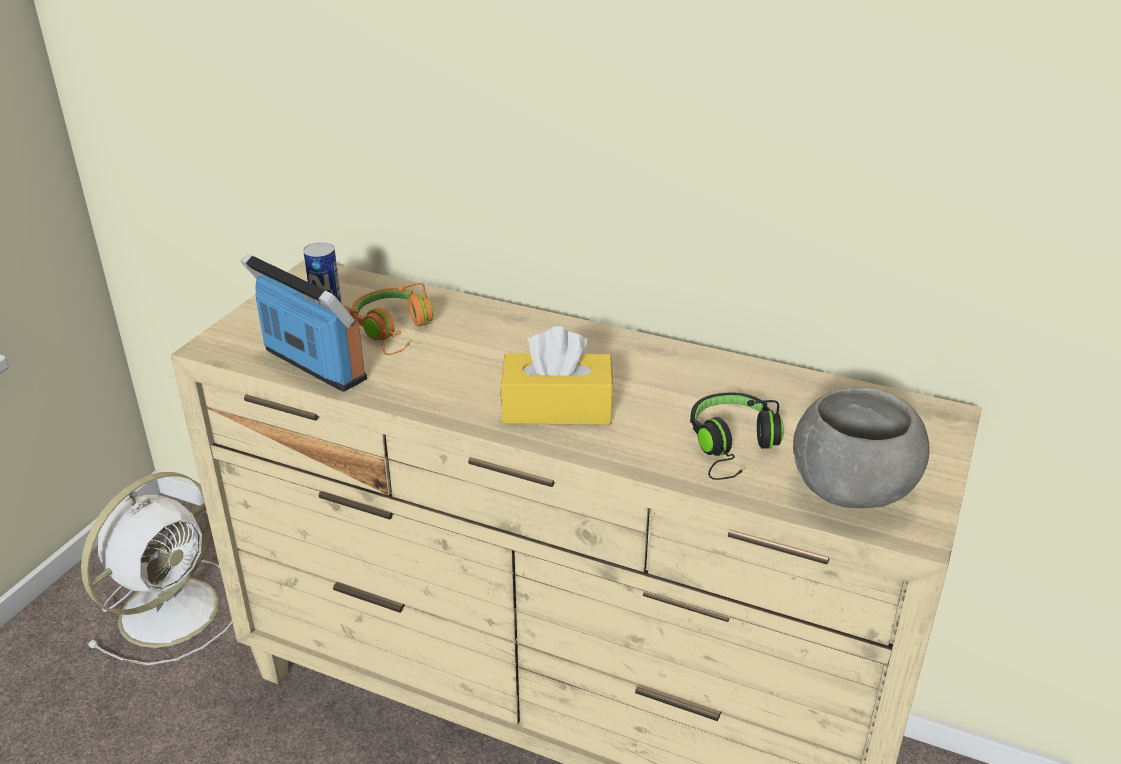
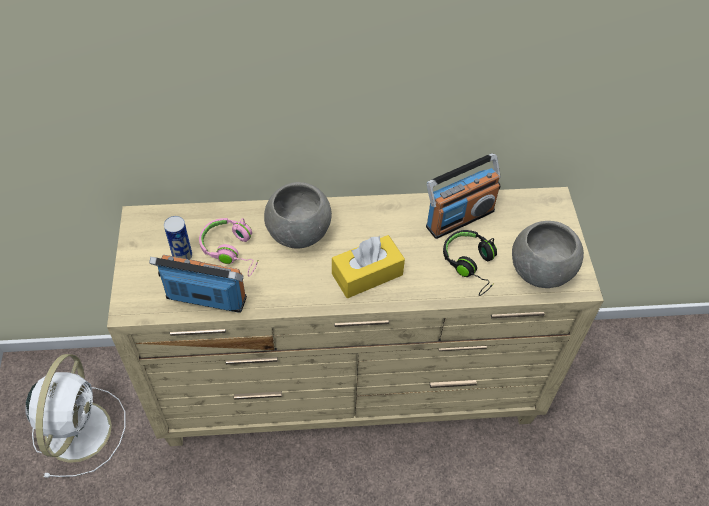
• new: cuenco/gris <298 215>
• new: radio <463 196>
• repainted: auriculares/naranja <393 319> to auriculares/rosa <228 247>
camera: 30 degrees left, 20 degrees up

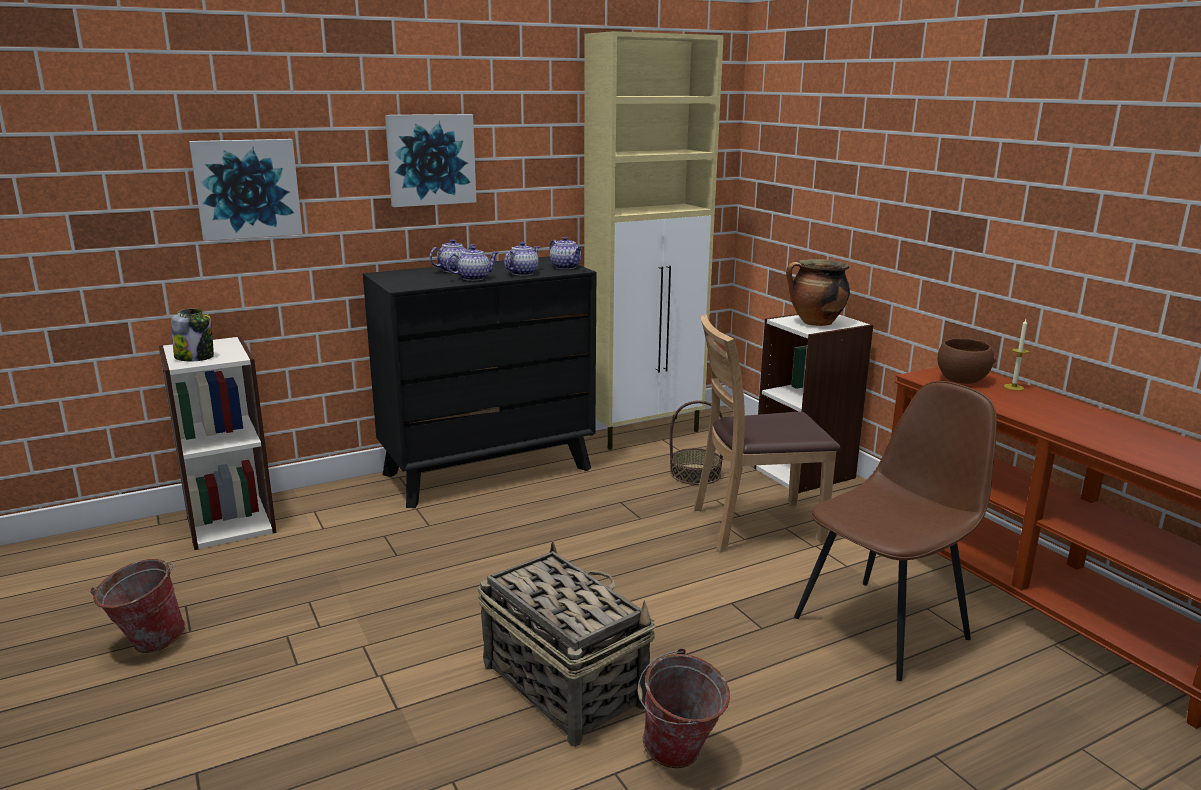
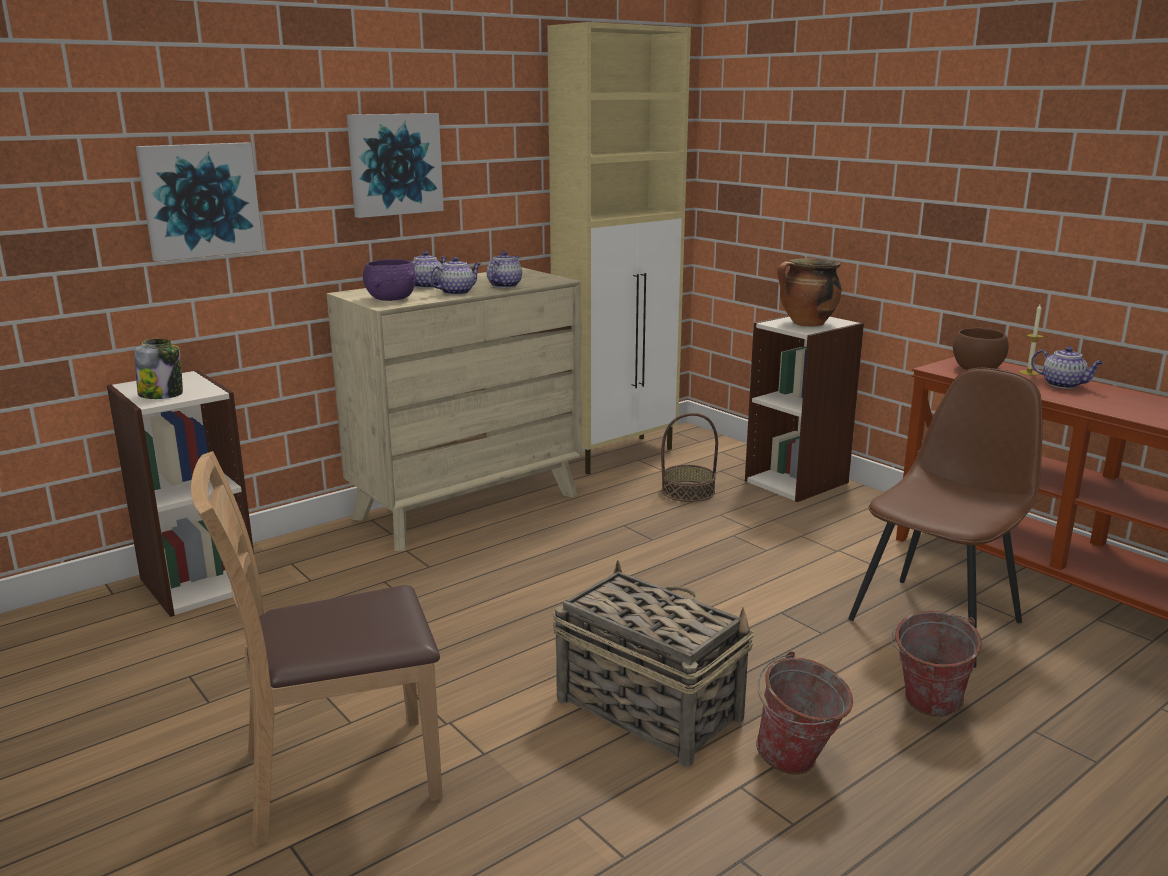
• new: cuenco/morado <389 280>
• shifted: cubo <137 606> to <936 663>
• shifted: tetera <565 253> to <1067 368>
• shifted: silla/marrón <767 433> to <317 649>
• repainted: cómoda/negro <479 382> to cómoda/beis <454 409>
camera: 10 degrees left, 0 degrees up

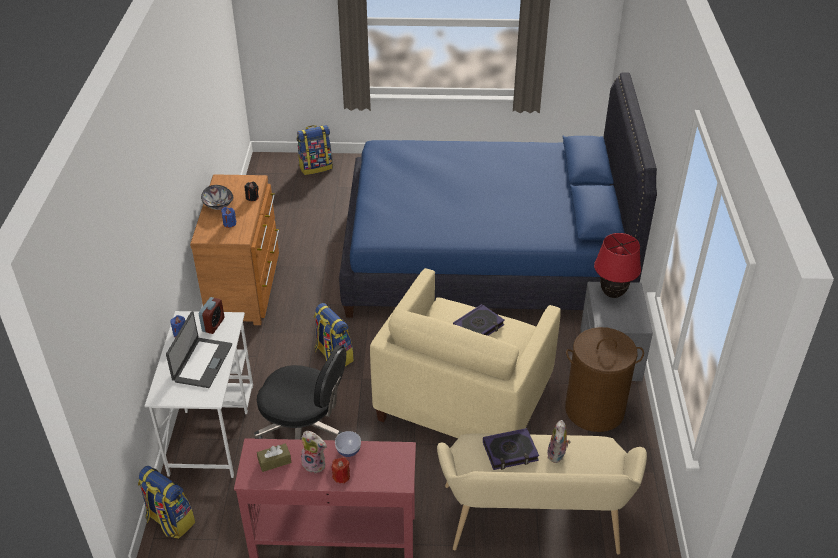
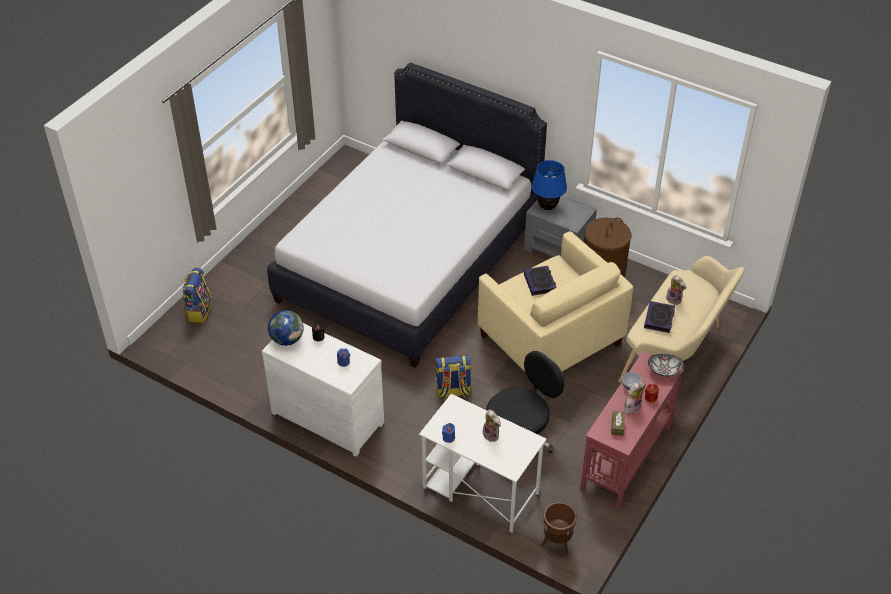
• gone: despertador <212 315>
• new: globo terráqueo <286 328>
• shifted: cuenco <217 197> to <666 365>
• swapped: mochila <166 502> to maceta/marrón <559 528>
• swapped: portátil <199 349> to peluche <492 426>
• repainted: cómoda/marrón <234 249> to cómoda/blanco <323 390>
• repainted: cama/azul <498 195> to cama/blanco <407 215>
• repainted: lámpara de mesa/rojo <617 265> to lámpara de mesa/azul <549 185>
camera: 60 degrees left, 5 degrees up

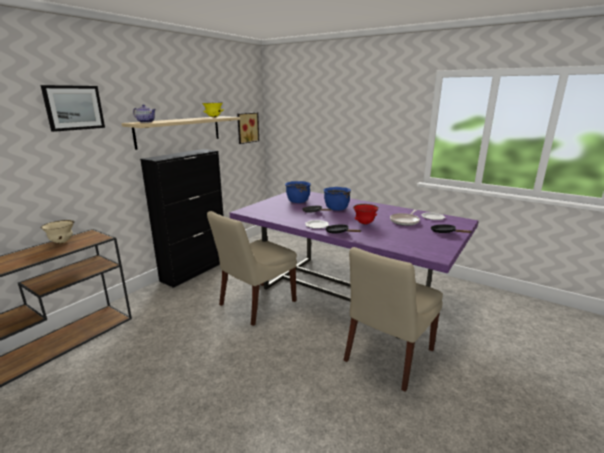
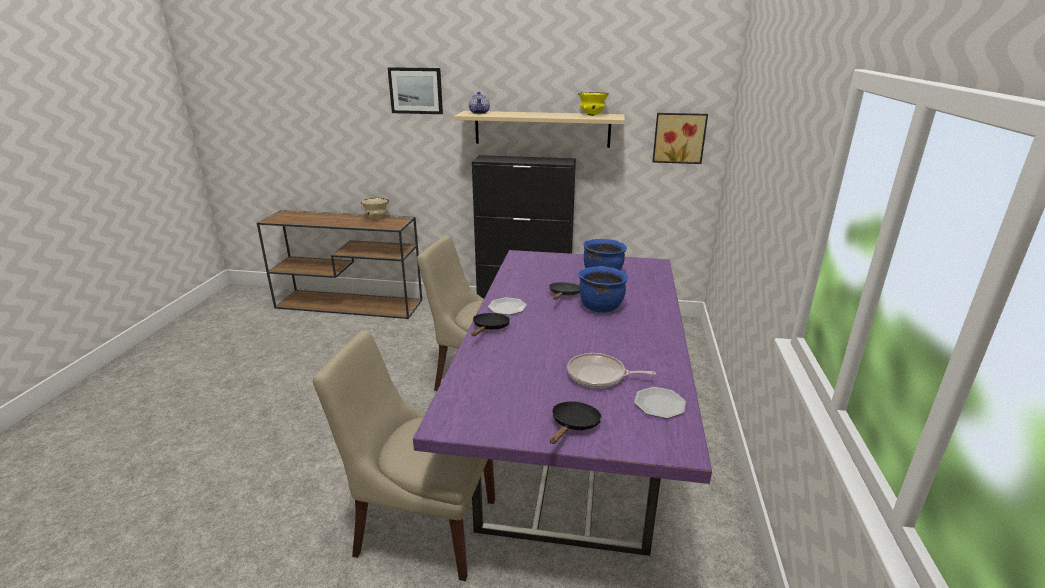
• gone: cuenco/rojo <366 214>
camera: 65 degrees right, 5 degrees up

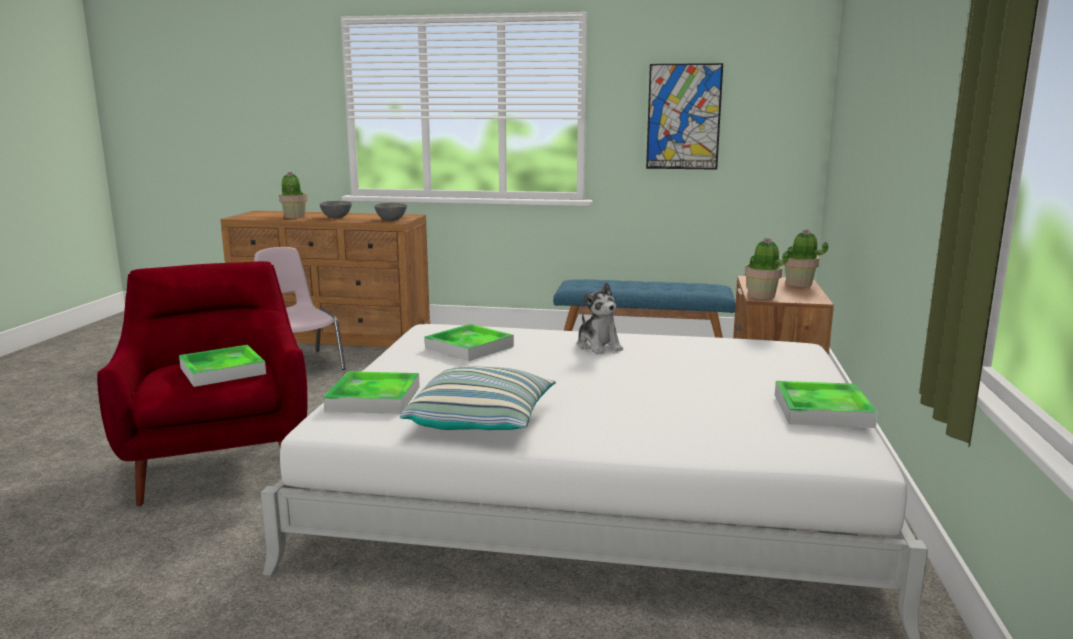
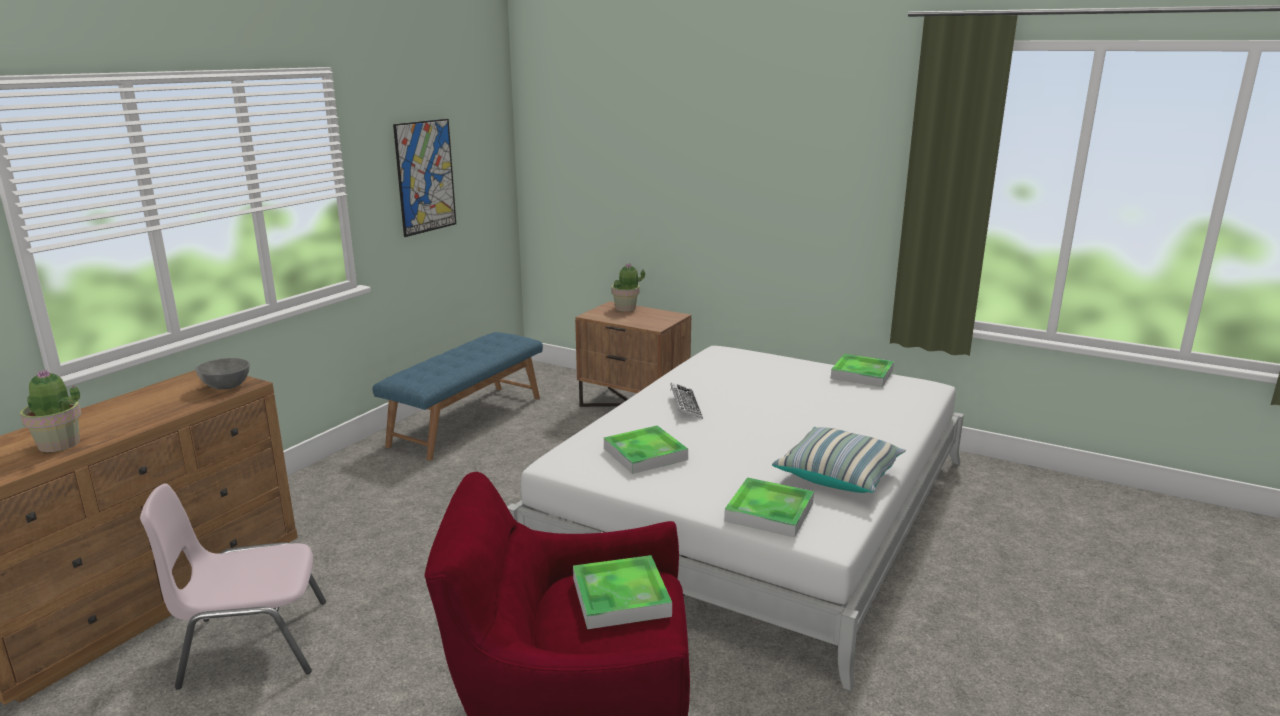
• gone: cuenco/gris <336 209>
• gone: planta en maceta <767 268>
• swapped: peluche <600 318> to teclado <686 401>
camera: 70 degrees left, 5 degrees up

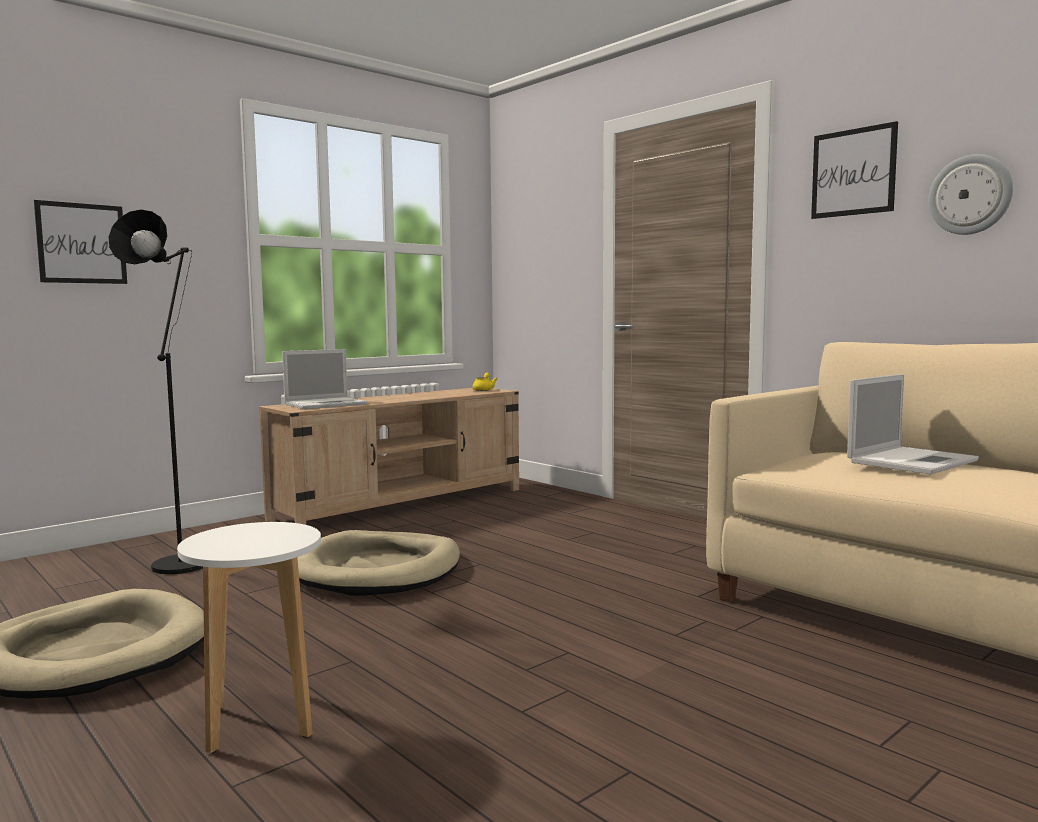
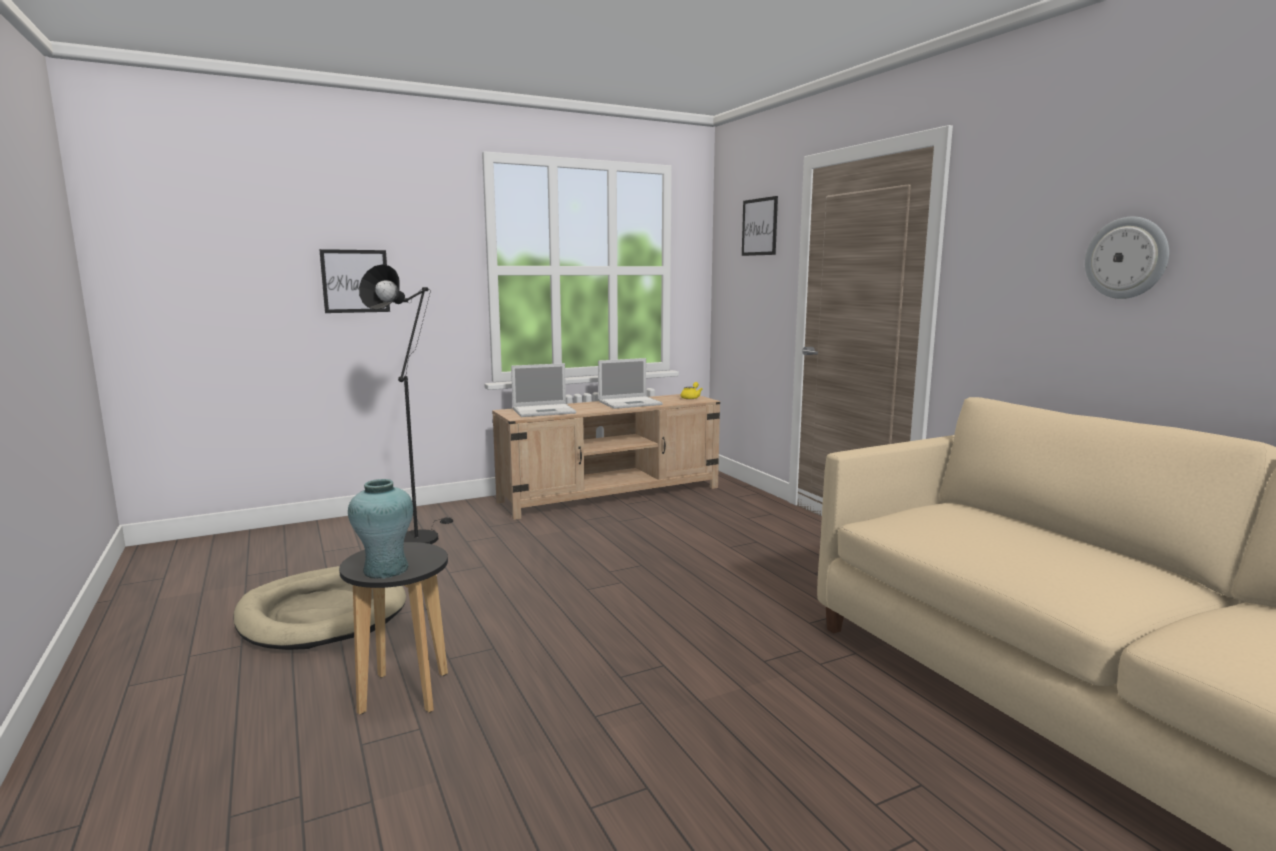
• gone: cama para perro/beis <378 563>
• new: florero/turquesa <380 529>
• shifted: cuadro <854 170> to <760 226>
• shifted: portátil <913 424> to <630 383>
• repainted: taburete/blanco <249 638> to taburete/negro <393 628>
camera: 15 degrees right, 5 degrees up

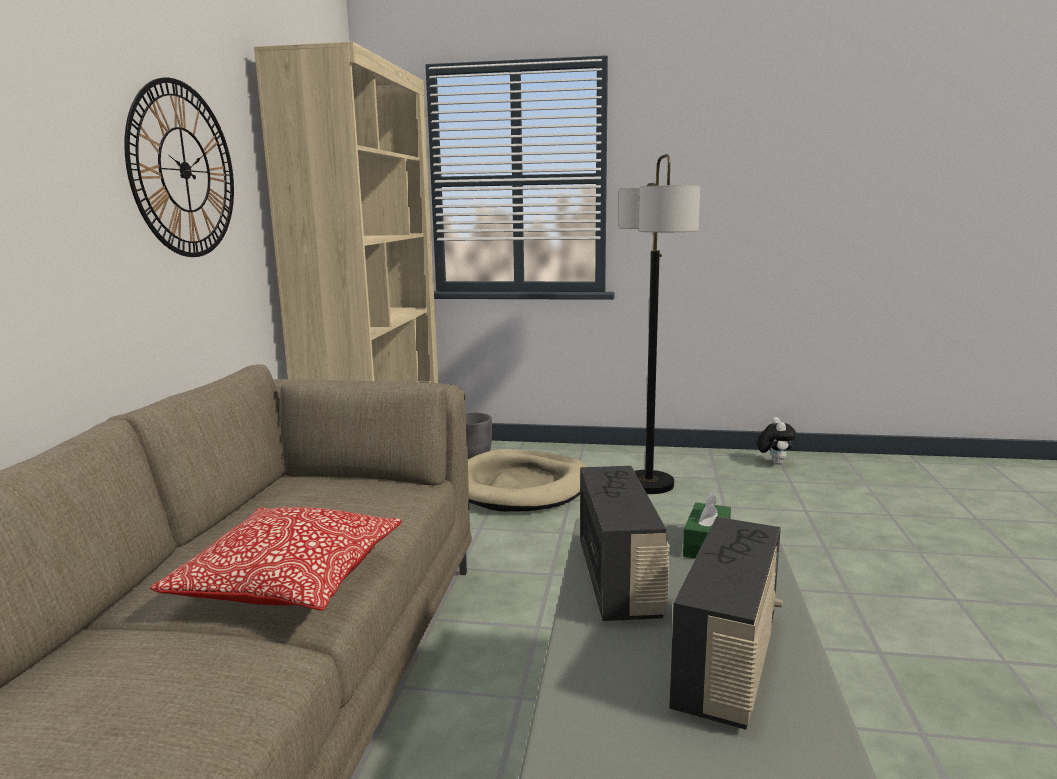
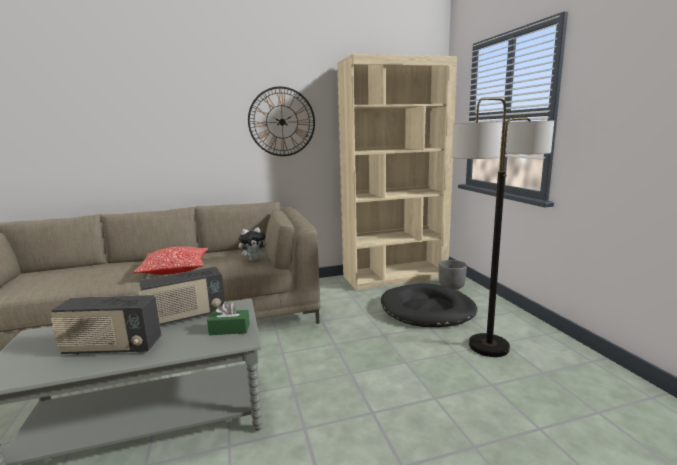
• shifted: peluche <776 441> to <252 244>
• repainted: cama para perro/beis <527 480> to cama para perro/negro <429 305>
camera: 65 degrees right, 0 degrees up

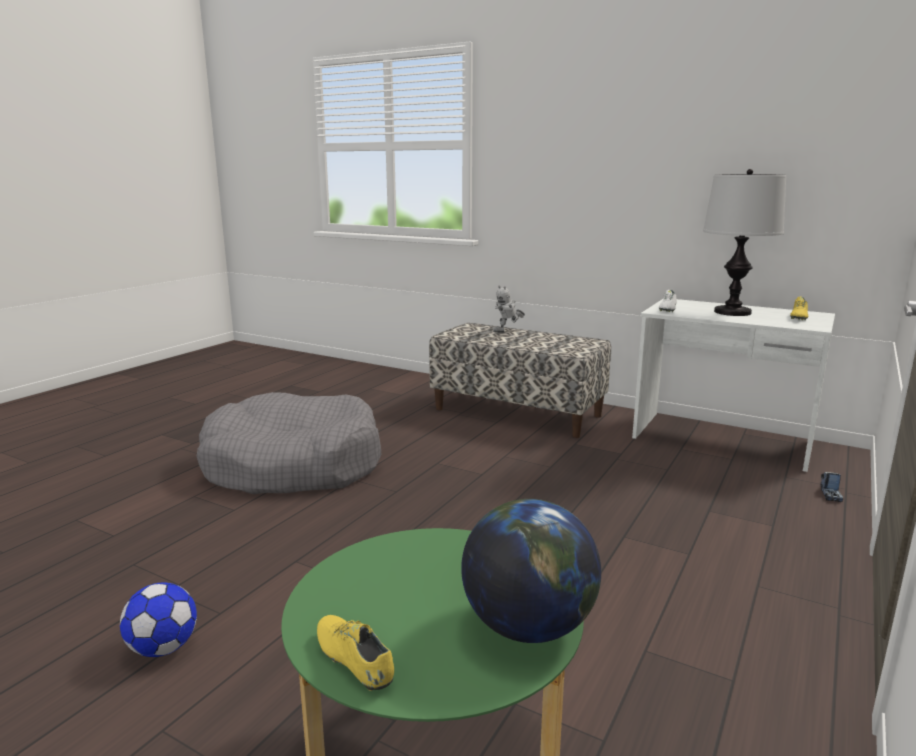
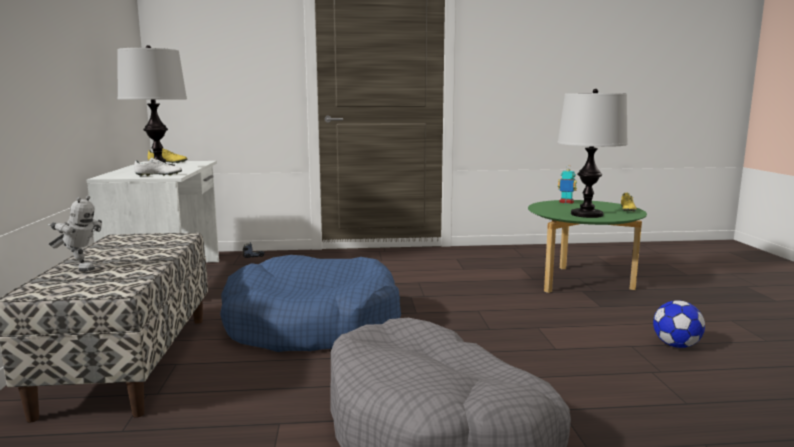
• new: cama para perro/azul <310 303>
• new: lámpara de mesa <593 153>
• swapped: globo terráqueo <531 571> to robot de juguete <567 184>
camera: 125 degrees left, 5 degrees down

